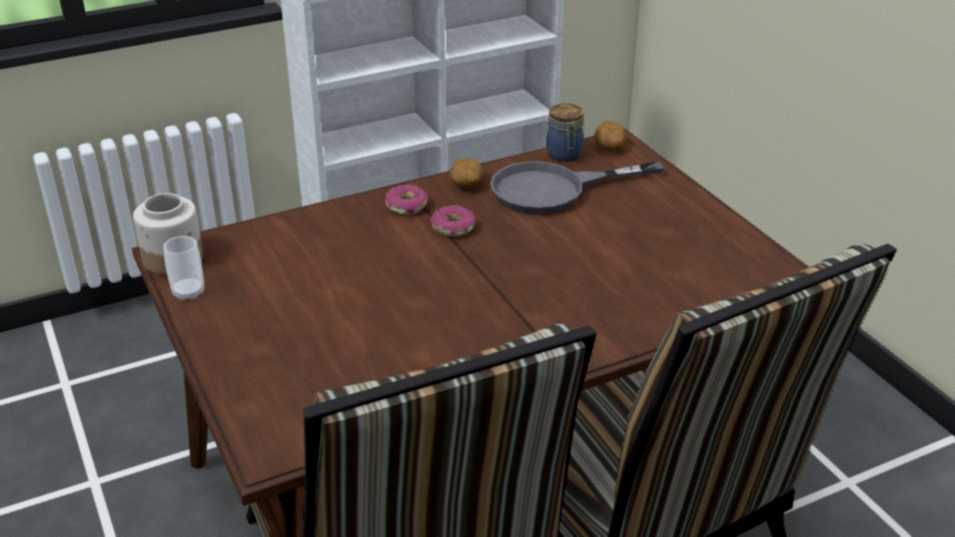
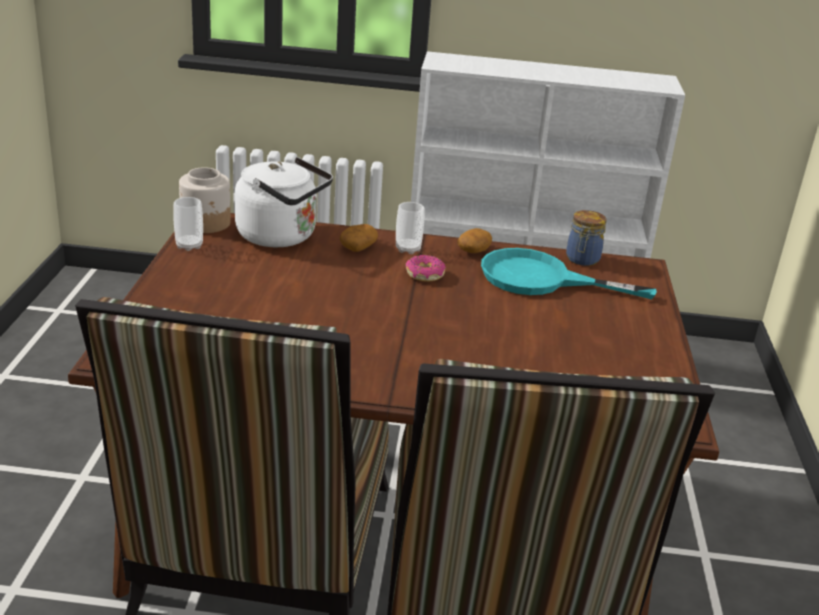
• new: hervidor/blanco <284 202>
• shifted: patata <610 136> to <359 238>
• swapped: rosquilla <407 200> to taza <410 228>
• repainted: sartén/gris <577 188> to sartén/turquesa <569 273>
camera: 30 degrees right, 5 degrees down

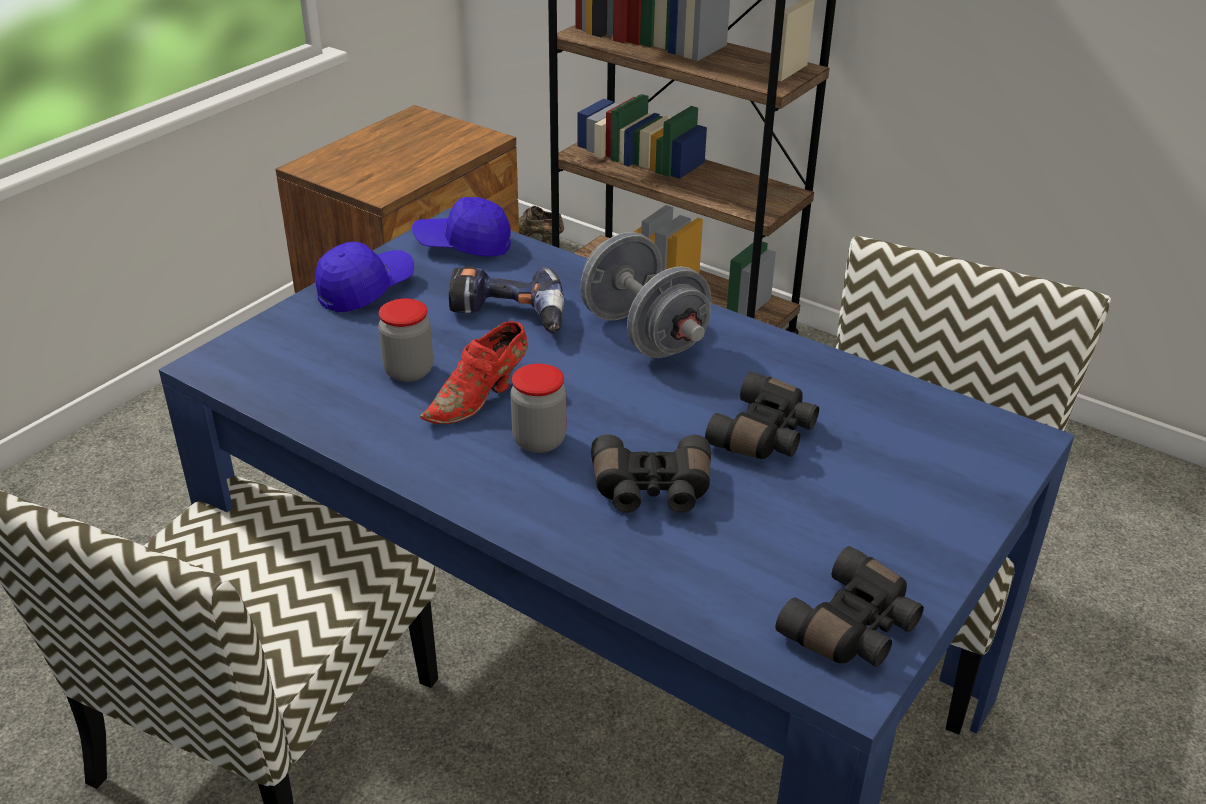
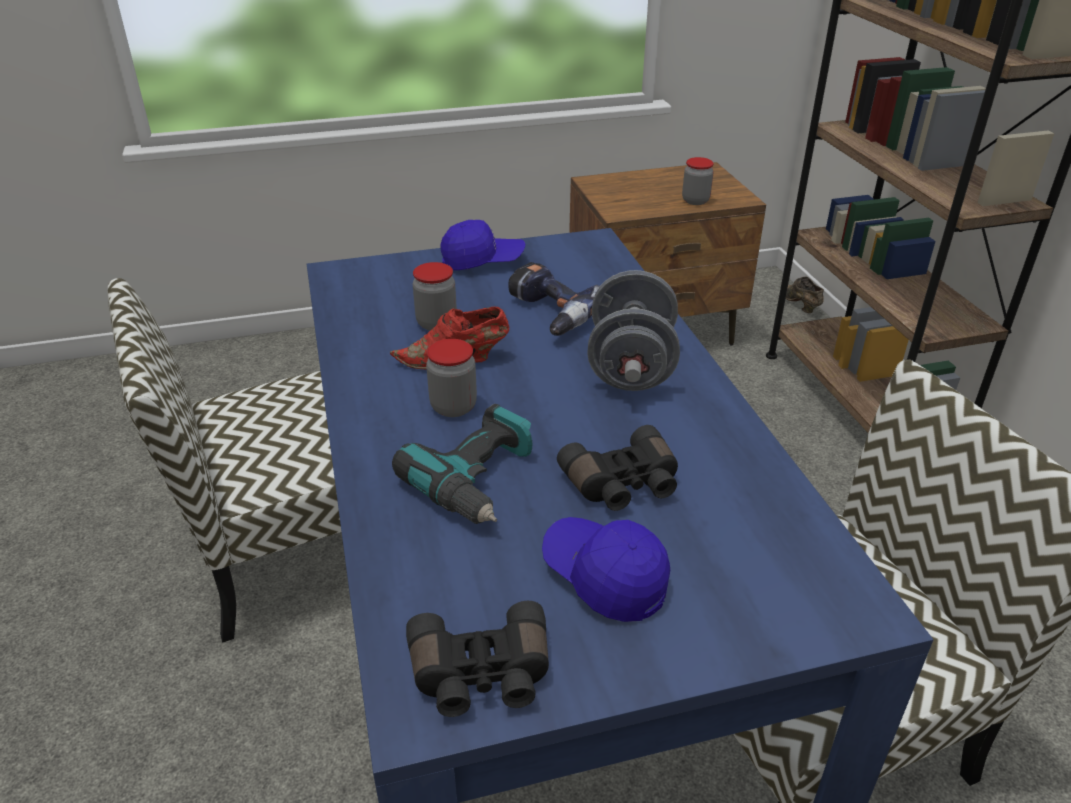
• new: tarro <698 181>
• shifted: gorra/azul <461 227> to <606 569>
• swapped: prismáticos/negro <651 473> to taladro <462 464>
camera: 40 degrees right, 0 degrees up

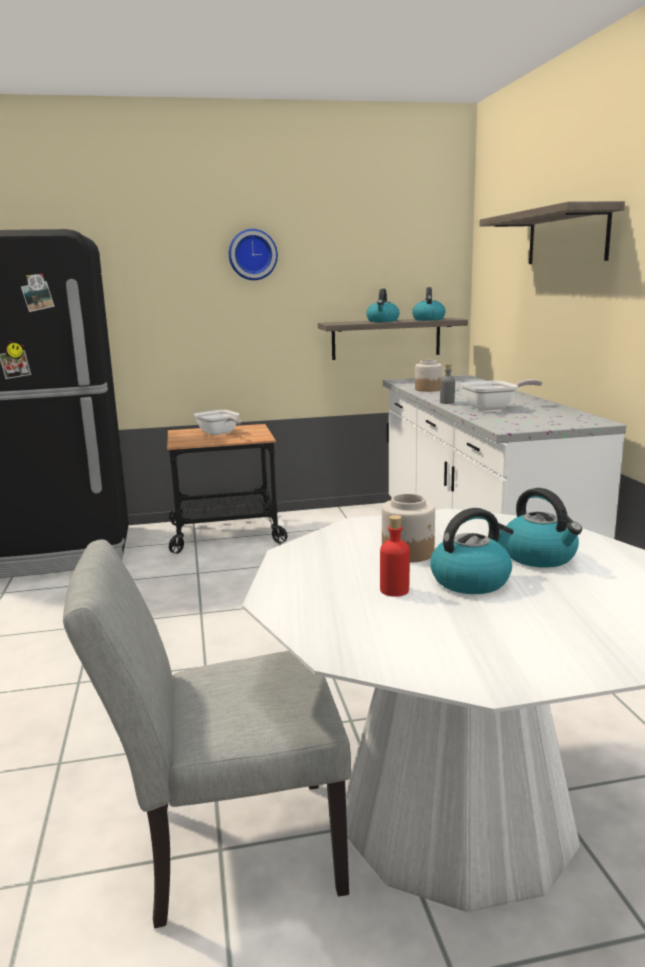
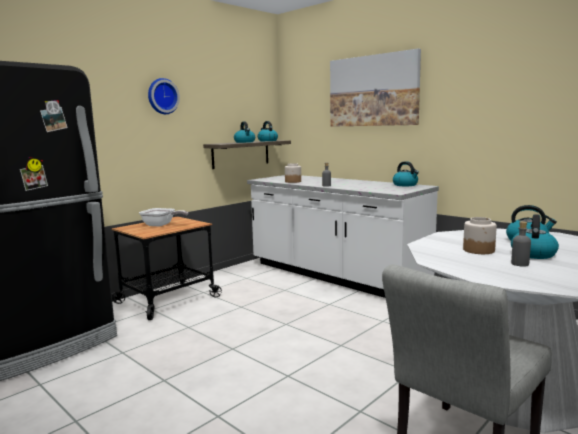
• gone: sartén <502 395>
• new: hervidor <406 173>
• swapped: estante <552 232> to cuadro <375 87>
• repainted: botella/rojo <395 556> to botella/gris <521 244>
camera: 35 degrees left, 5 degrees down

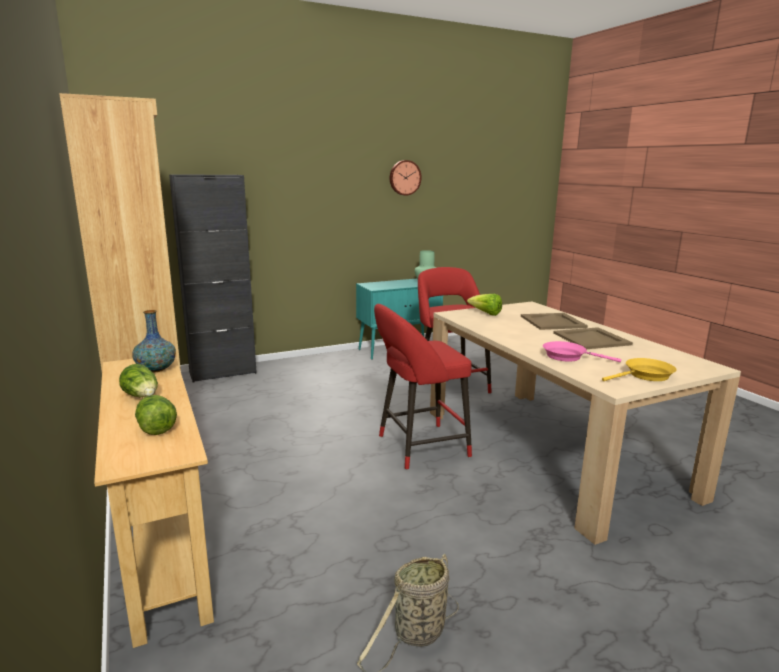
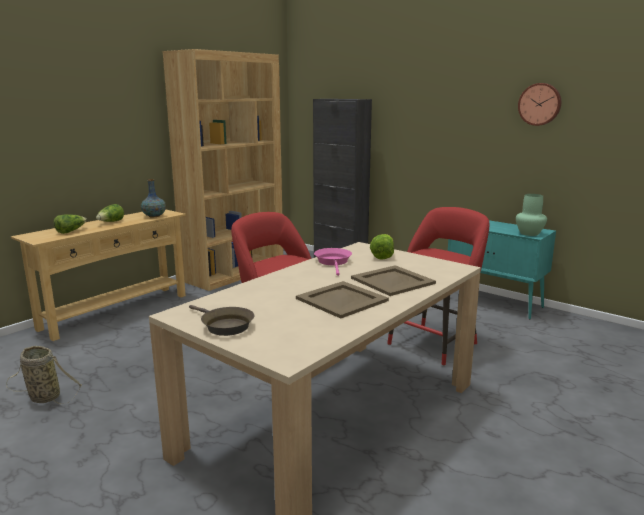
• shifted: sartén/rosa <582 351> to <333 262>
• repainted: sartén/amarillo <639 369> to sartén/marrón <221 320>
camera: 65 degrees right, 0 degrees up

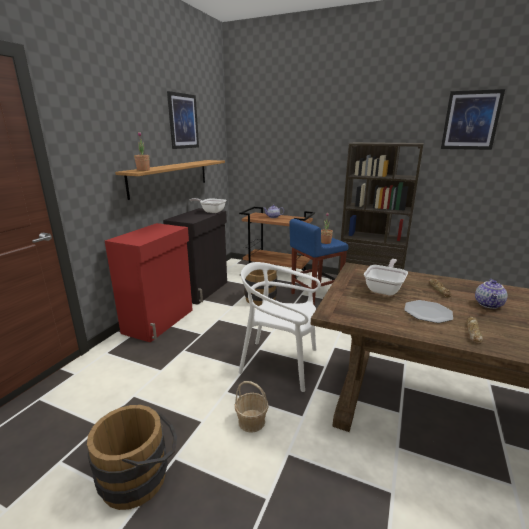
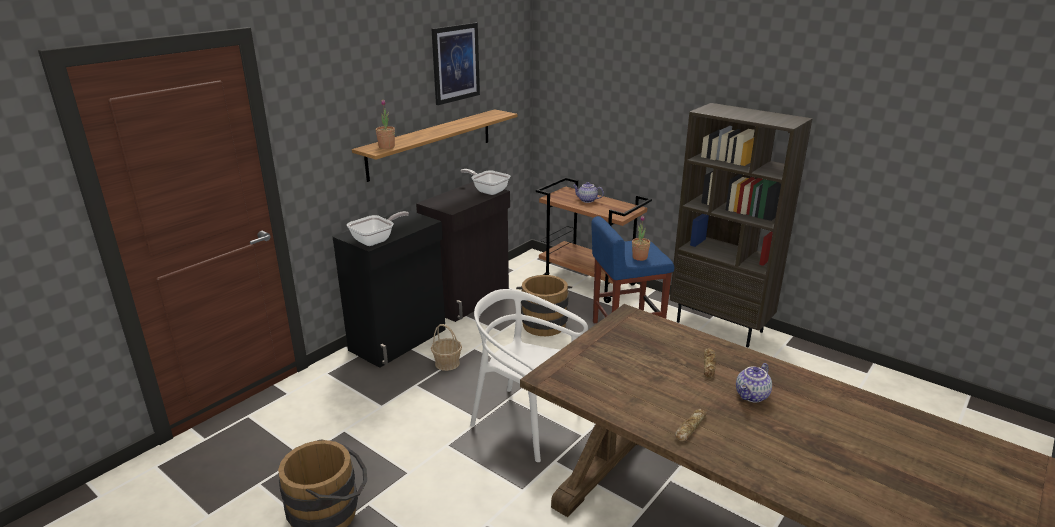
• gone: plato <428 311>
• gone: cuadro <473 119>
• shifted: cesta <252 407> to <446 347>
• shifted: sartén <386 277> to <378 228>
• repainted: armario/rojo <149 282> to armario/negro <389 288>
camera: 15 degrees right, 5 degrees up

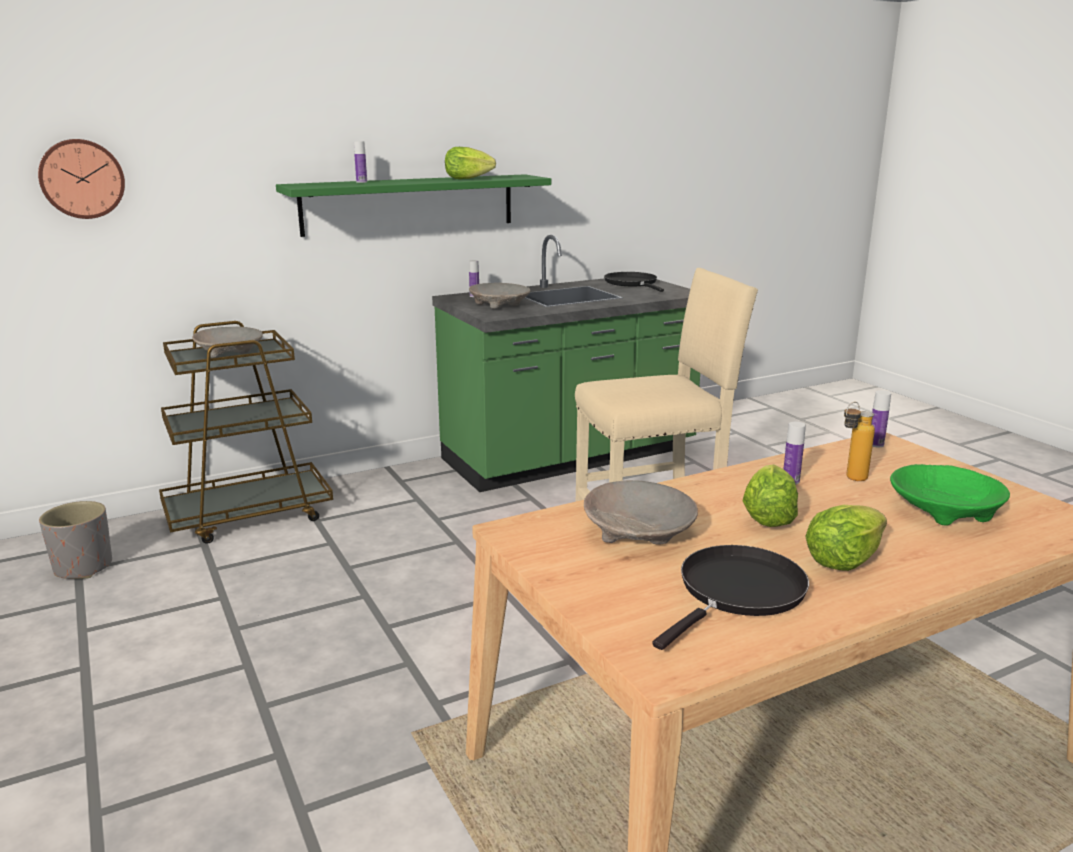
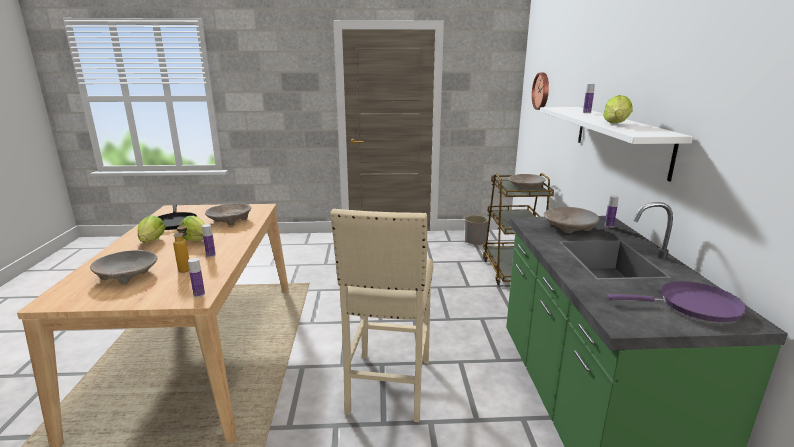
• repainted: estante/verde <413 205> to estante/blanco <616 144>
• repainted: sartén/negro <634 282> to sartén/morado <677 301>
• repainted: cuenco/verde <950 495> to cuenco/beis <123 267>
camera: 115 degrees right, 0 degrees up

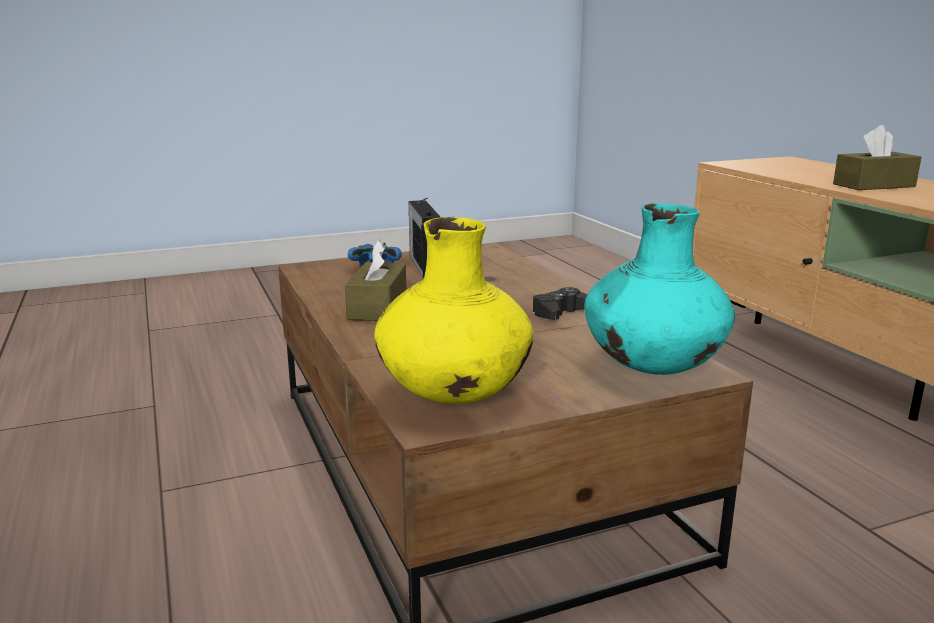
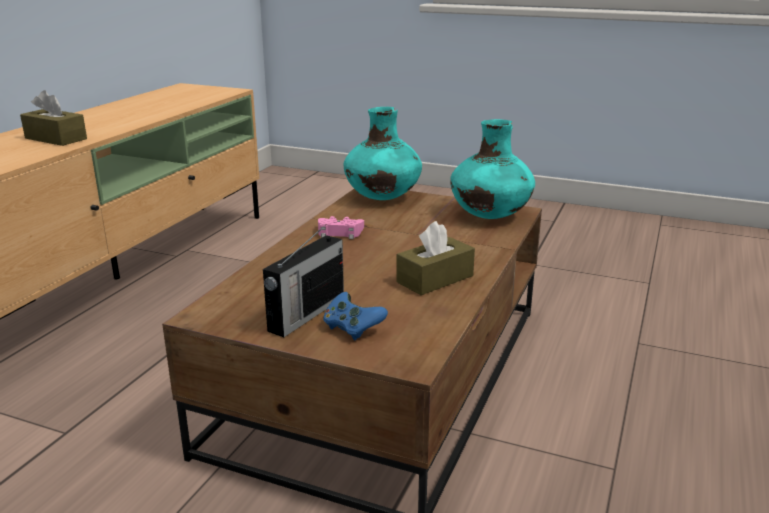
• repainted: florero/amarillo <453 310> to florero/turquesa <492 169>
• repainted: mando de consola/negro <559 303> to mando de consola/rosa <341 227>
camera: 135 degrees left, 5 degrees up

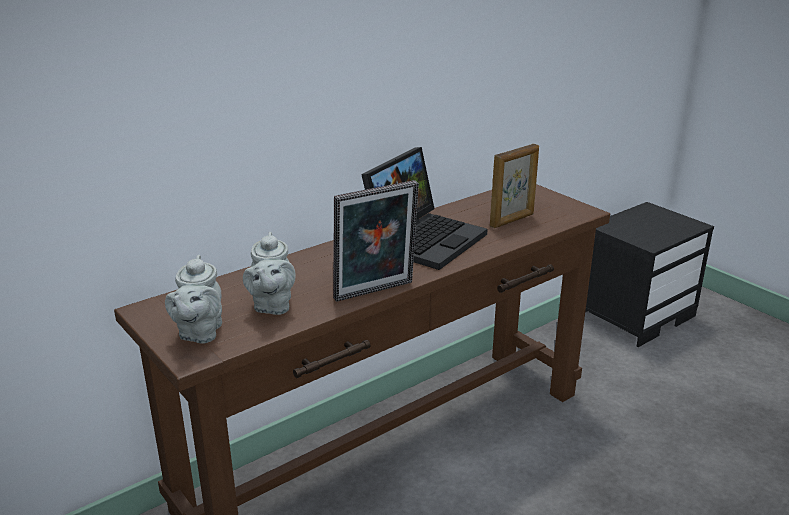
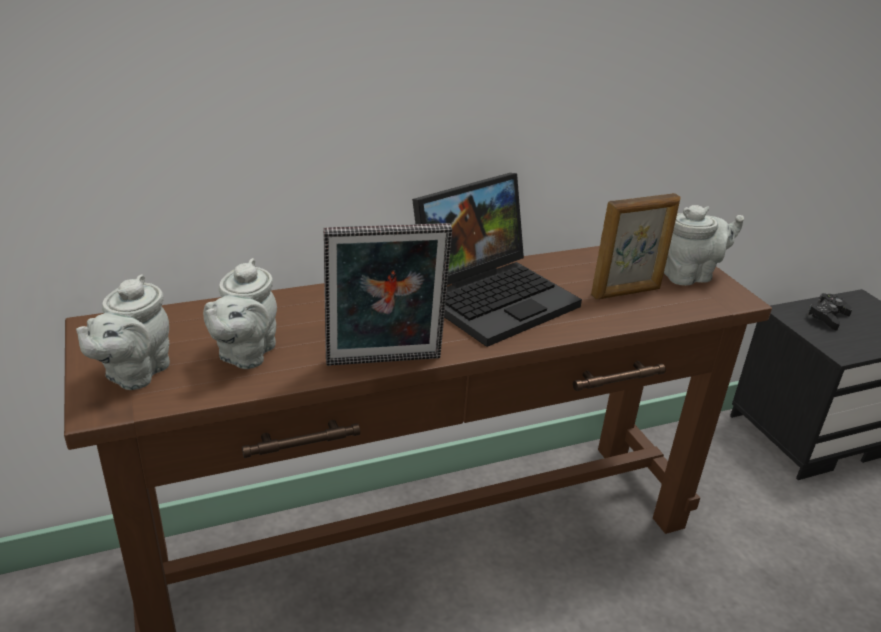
• new: tetera/gris <704 245>
• new: mando de consola/negro <829 312>
camera: 15 degrees right, 5 degrees up

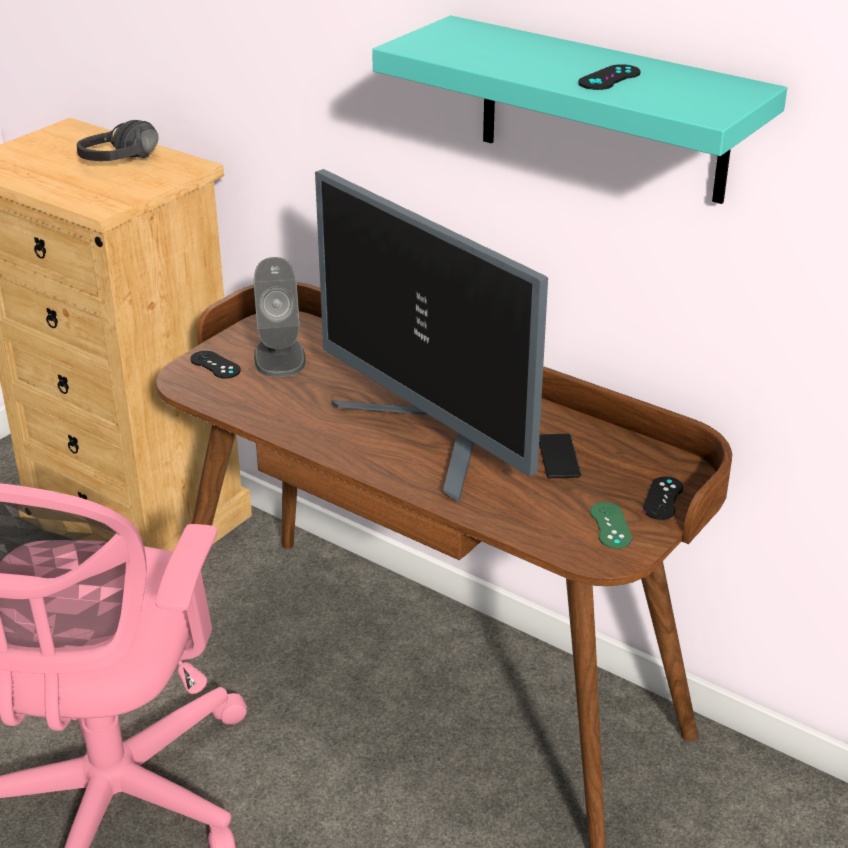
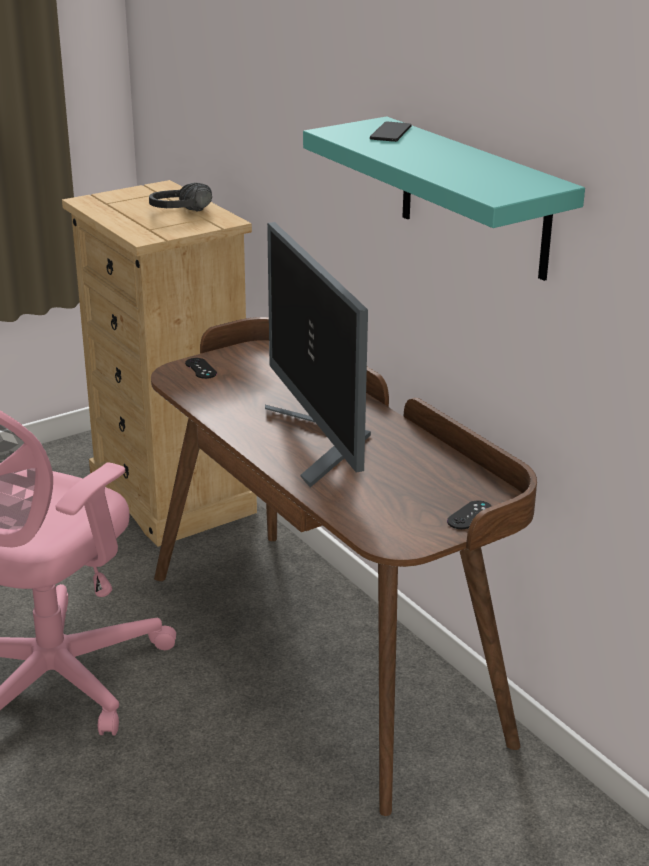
• gone: altavoz/gris <280 317>
• gone: mando de consola/negro <609 77>
• gone: mando de consola/verde <611 525>
• shifted: móvil <560 456> to <391 131>
camera: 20 degrees right, 5 degrees down

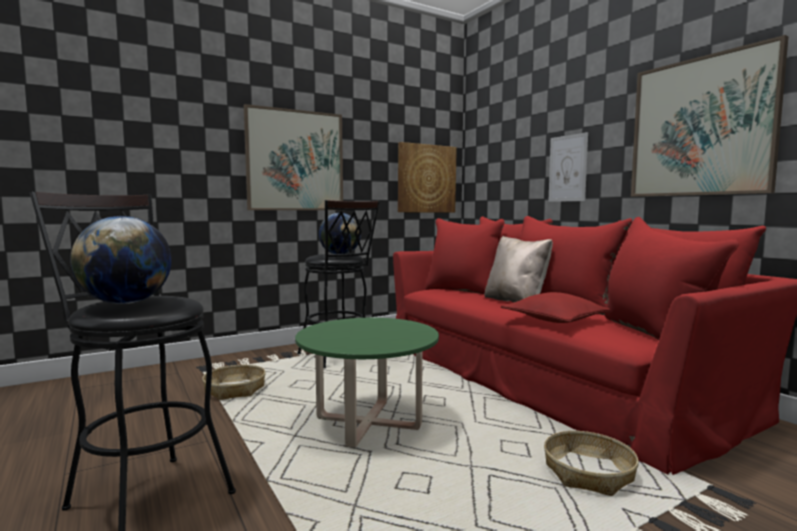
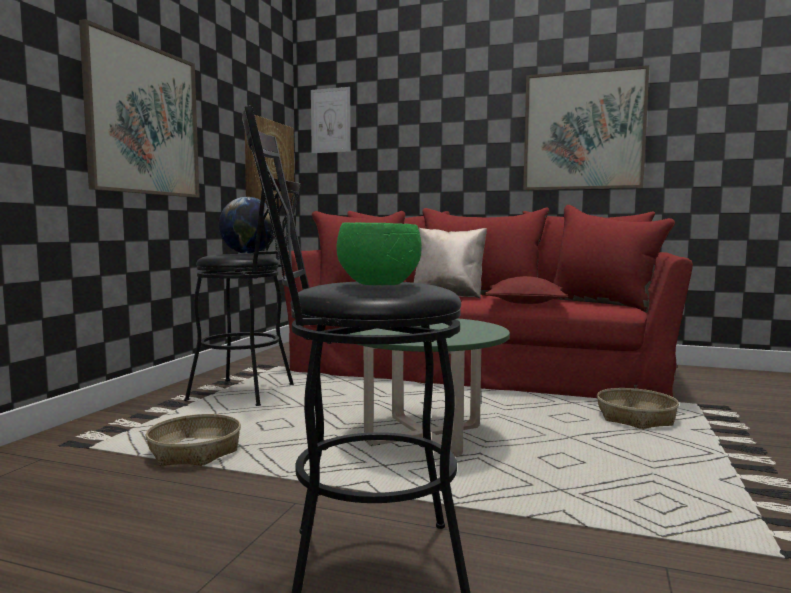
• shifted: cuadro <568 167> to <331 120>
• swapped: globo terráqueo <121 260> to cuenco/verde <379 254>
camera: 40 degrees left, 0 degrees up

